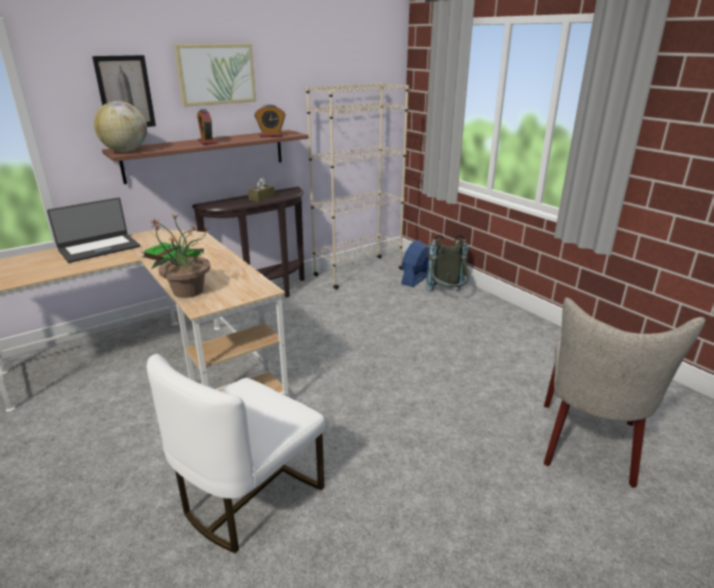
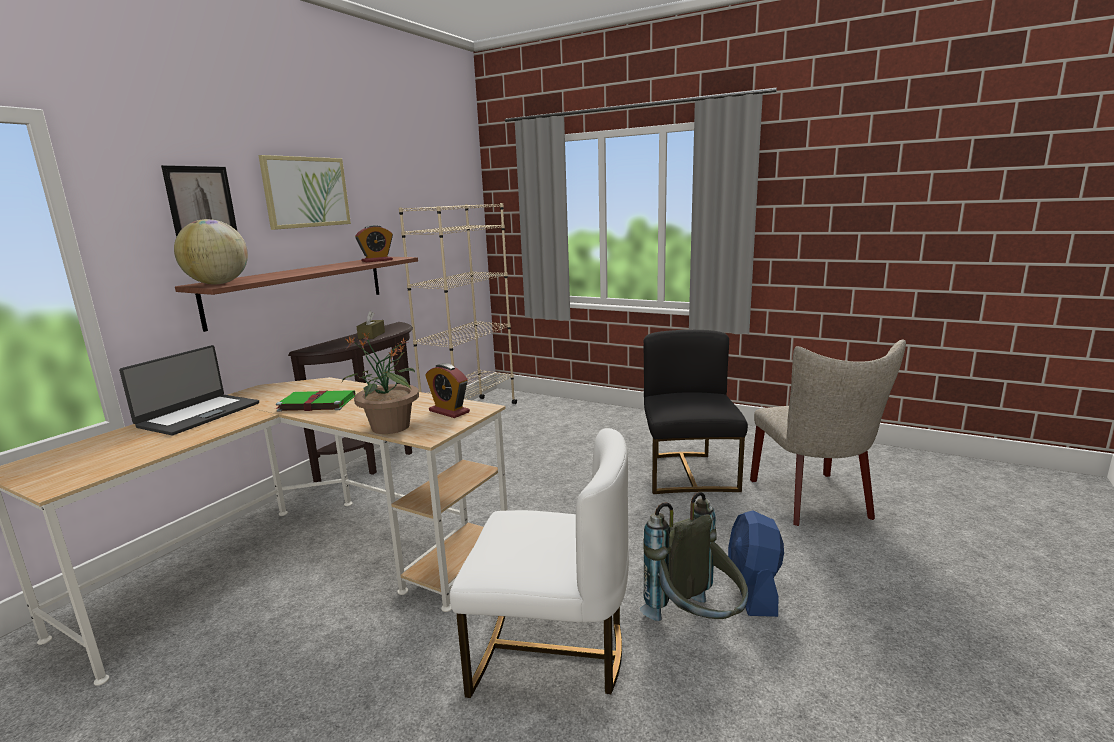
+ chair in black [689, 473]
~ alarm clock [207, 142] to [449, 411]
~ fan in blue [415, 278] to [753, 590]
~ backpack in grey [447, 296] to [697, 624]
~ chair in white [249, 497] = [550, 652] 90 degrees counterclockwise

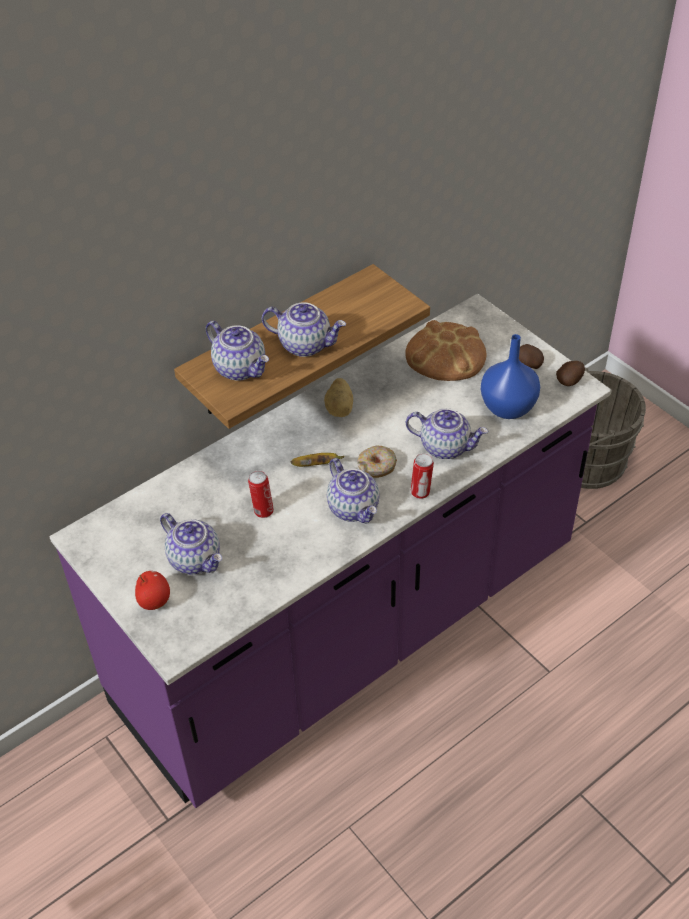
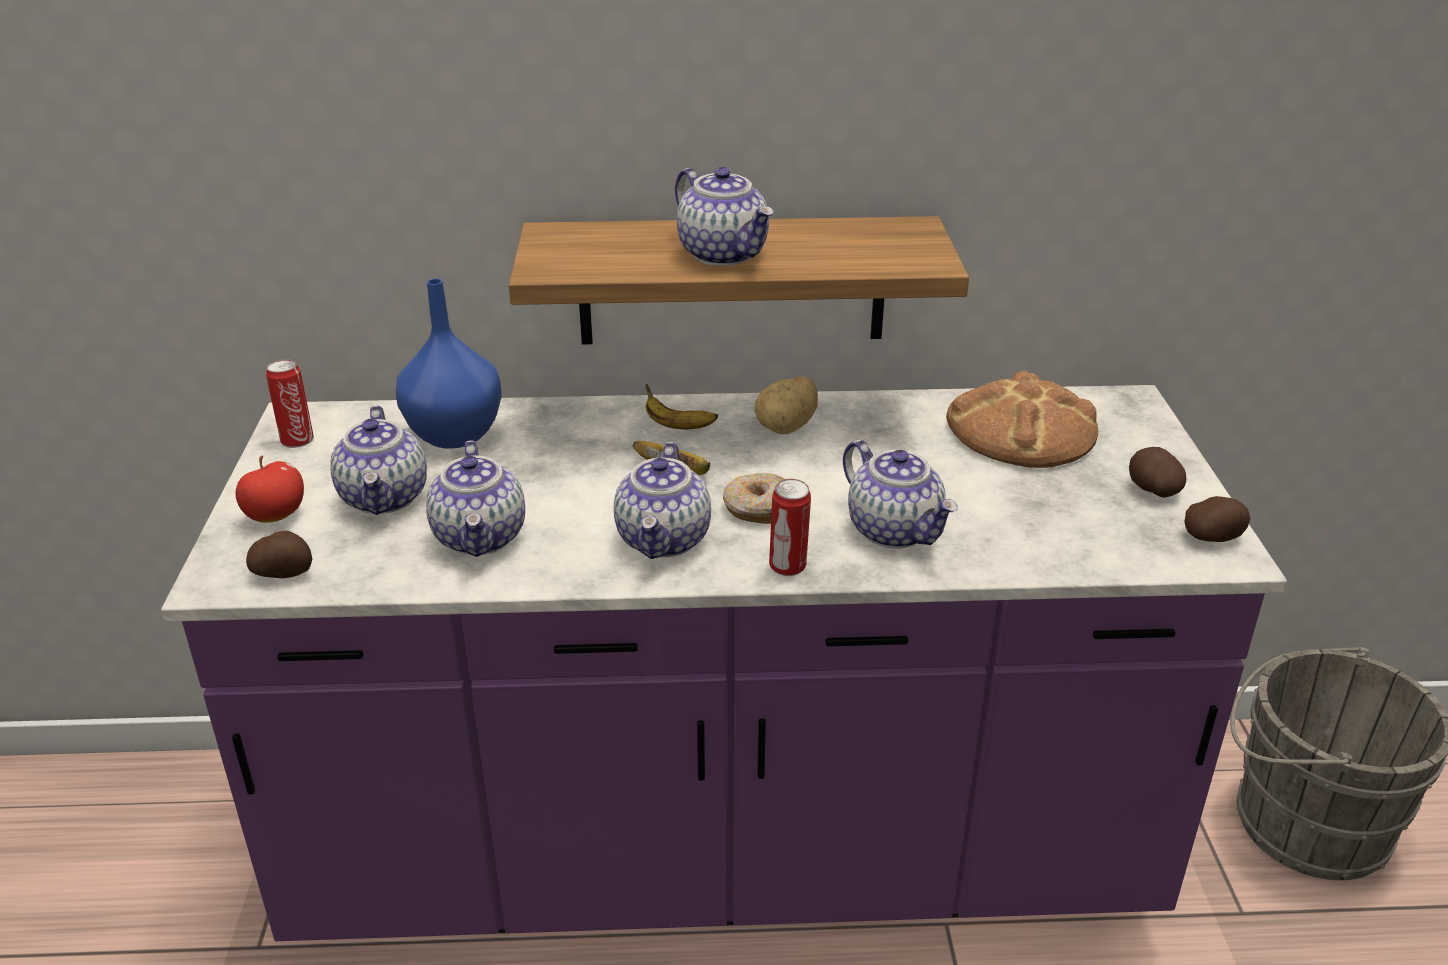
+ potato [284, 573]
+ banana [677, 426]
~ teapot [241, 368] to [481, 538]
~ can [262, 511] to [297, 440]
~ vase in blue [508, 407] to [457, 435]

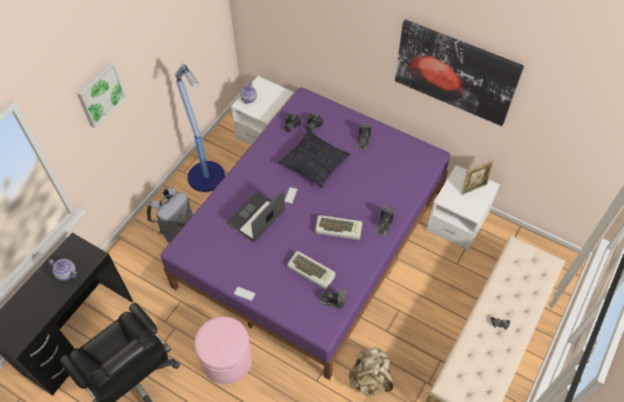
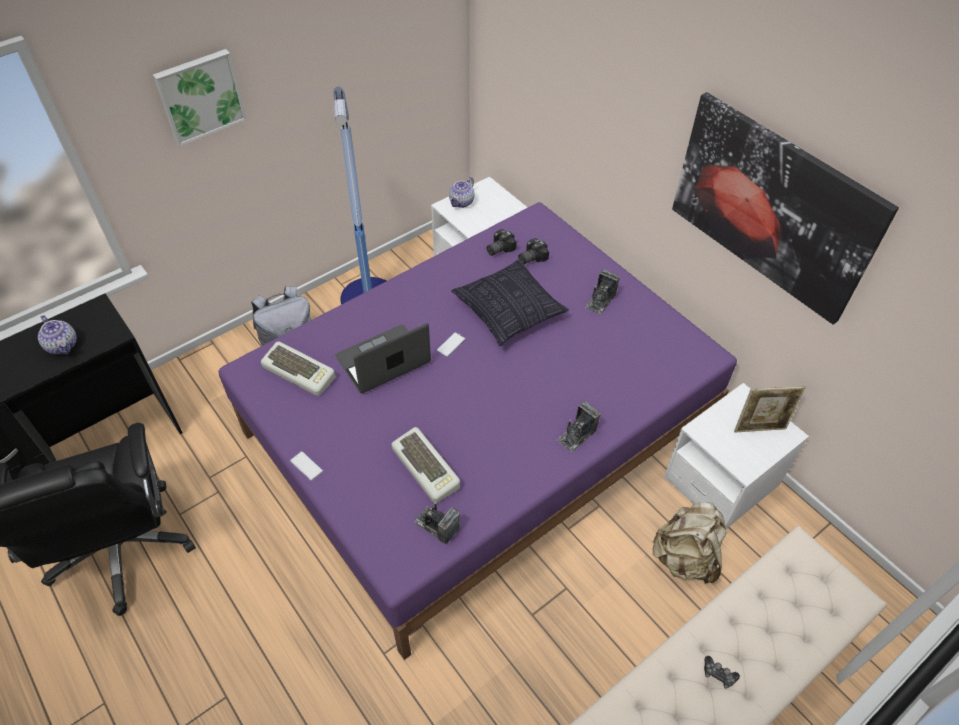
- ottoman in pink [227, 360]
~ keyboard [339, 228] to [300, 371]
~ backpack in beige [370, 378] to [685, 557]

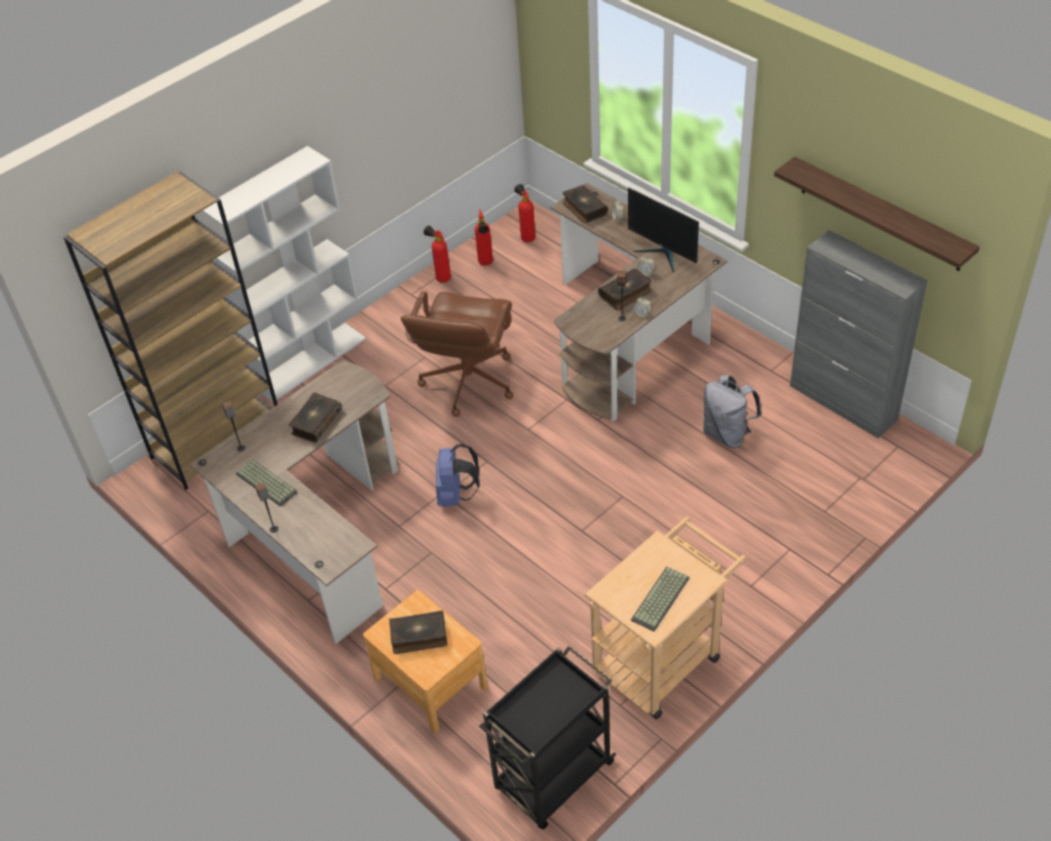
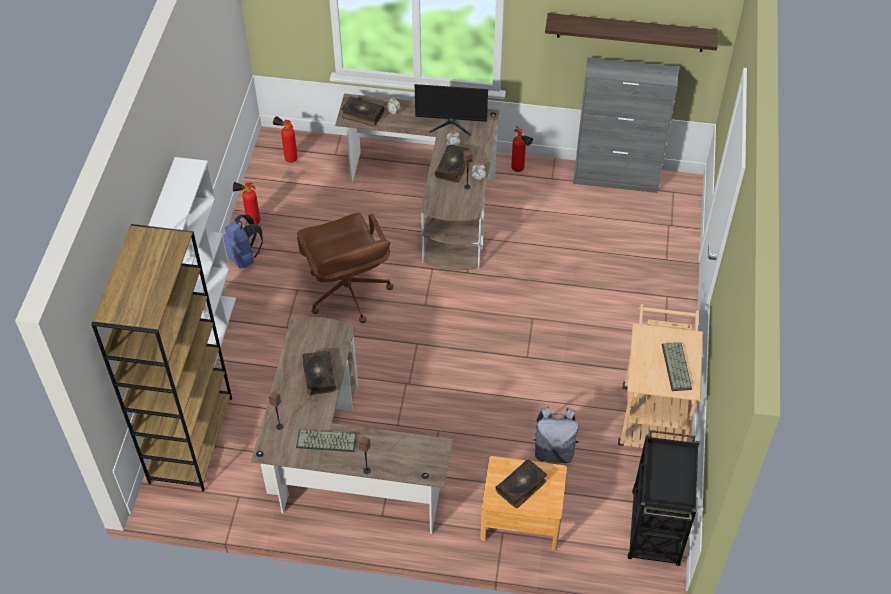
~ backpack in blue [456, 495] to [244, 257]
~ fire extinguisher [486, 264] to [520, 170]
~ backpack in grey [727, 434] to [554, 451]

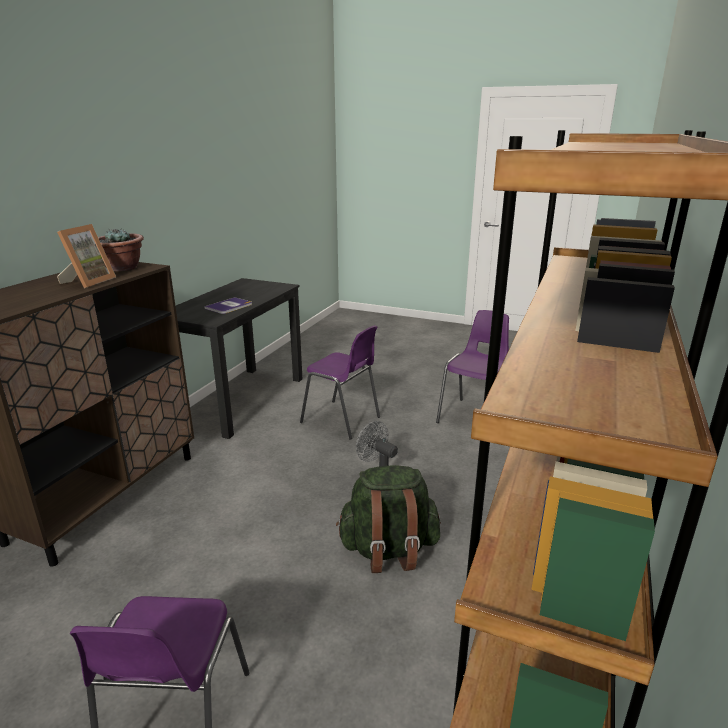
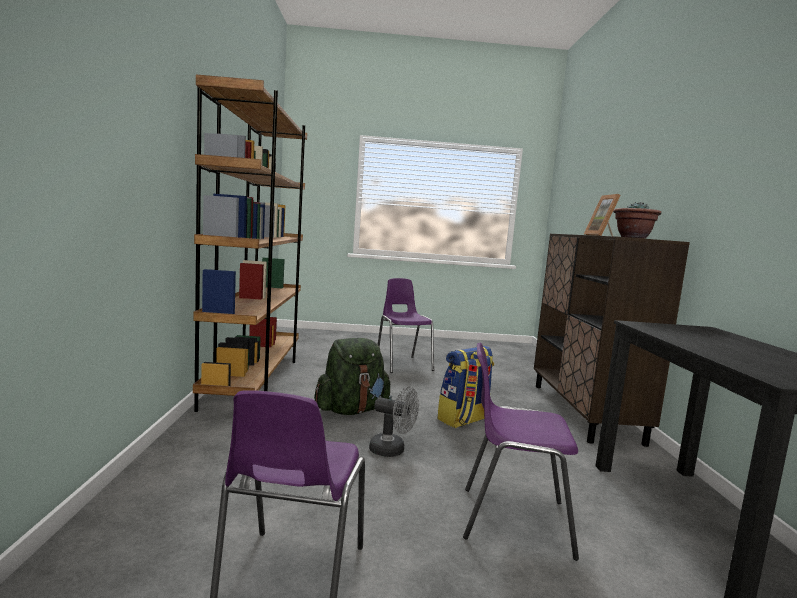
- book [229, 306]
+ backpack [464, 420]

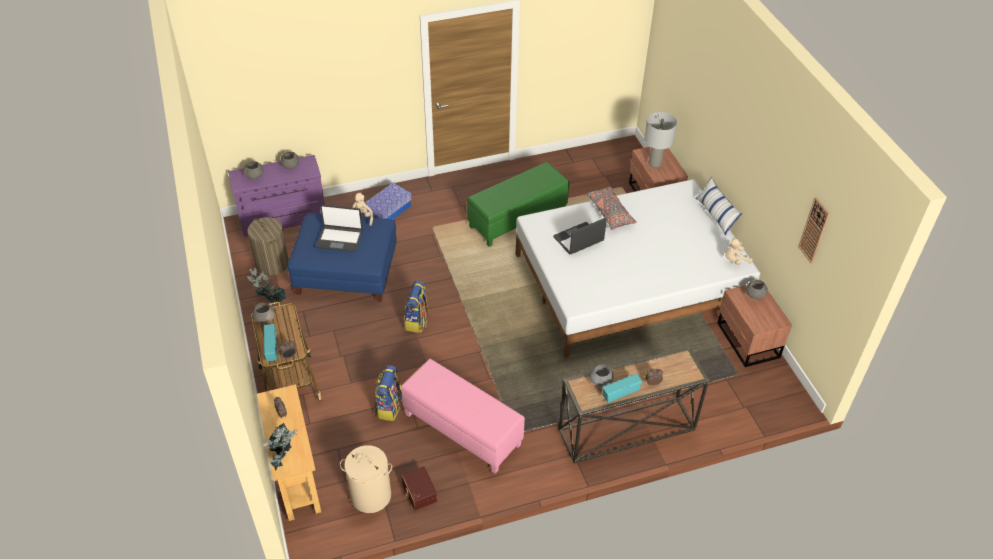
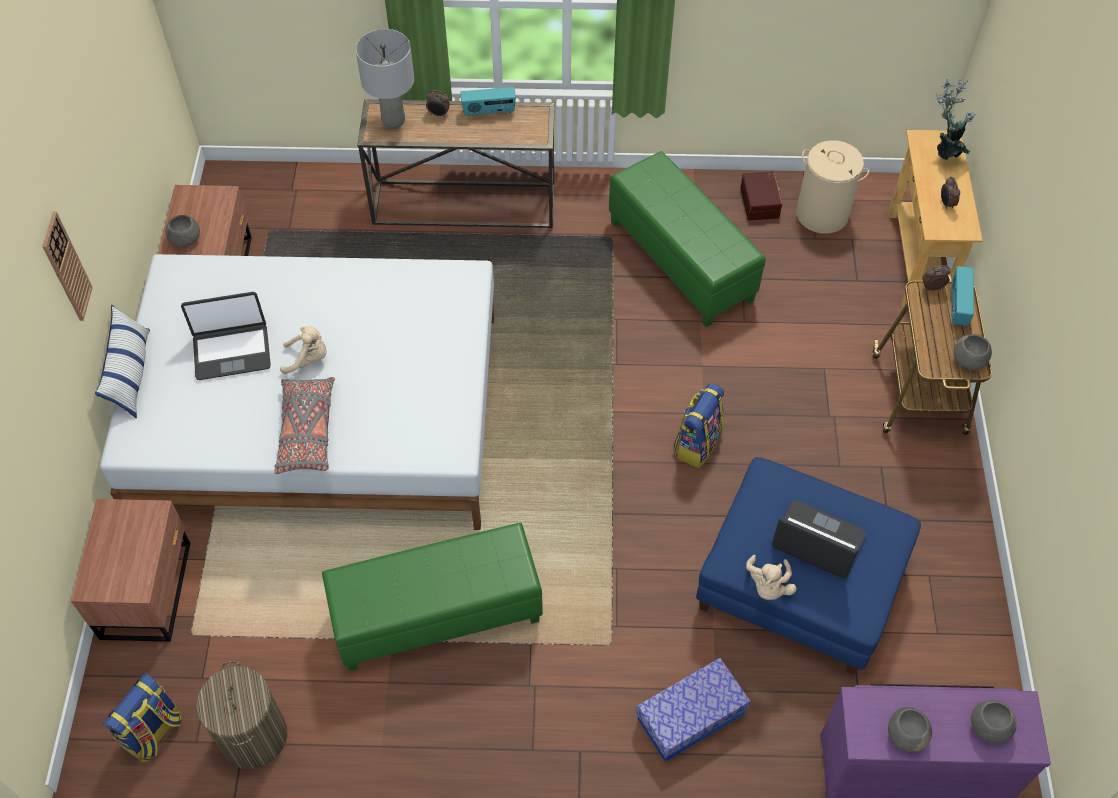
- potted plant [270, 301]
- bowl in grey [601, 381]
~ laundry basket [272, 264] to [253, 736]
~ backpack [389, 406] to [153, 732]
~ laptop [578, 239] to [232, 352]
~ table lamp in grey [655, 163] to [393, 120]
~ plush toy in beige [735, 260] to [308, 359]
~ wall clock [814, 230] to [66, 267]
~ ottoman in pink [463, 429] to ottoman in green [679, 260]

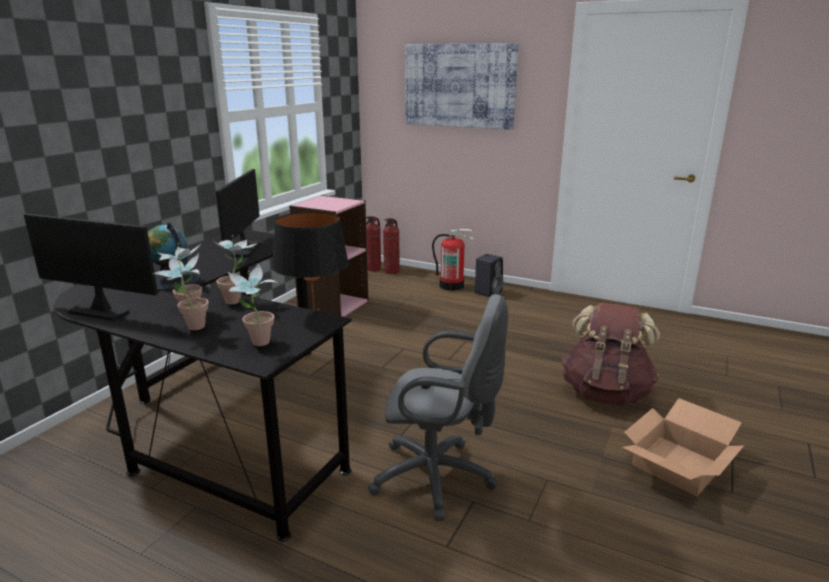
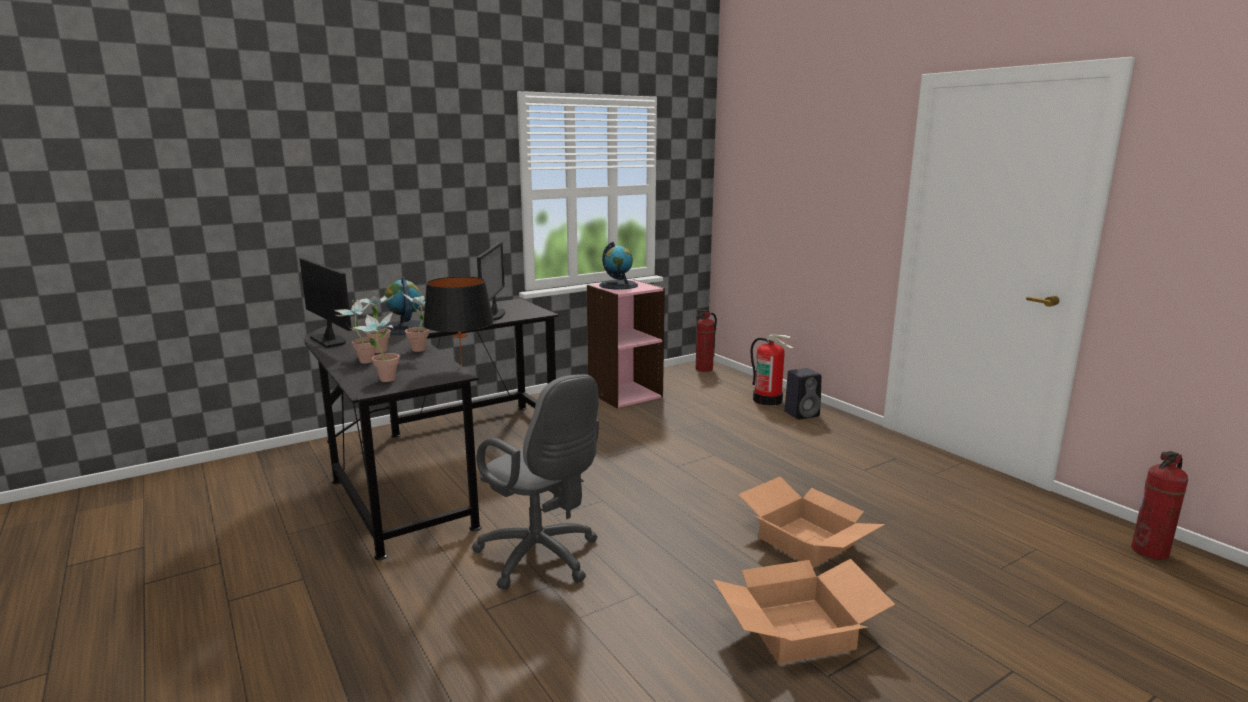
- picture [460, 86]
+ globe [618, 285]
~ fire extinguisher [392, 271] to [1150, 552]
~ backpack in brown [605, 393] to cardboard box [807, 541]
~ monitor [245, 250] = [493, 315] 150 degrees clockwise

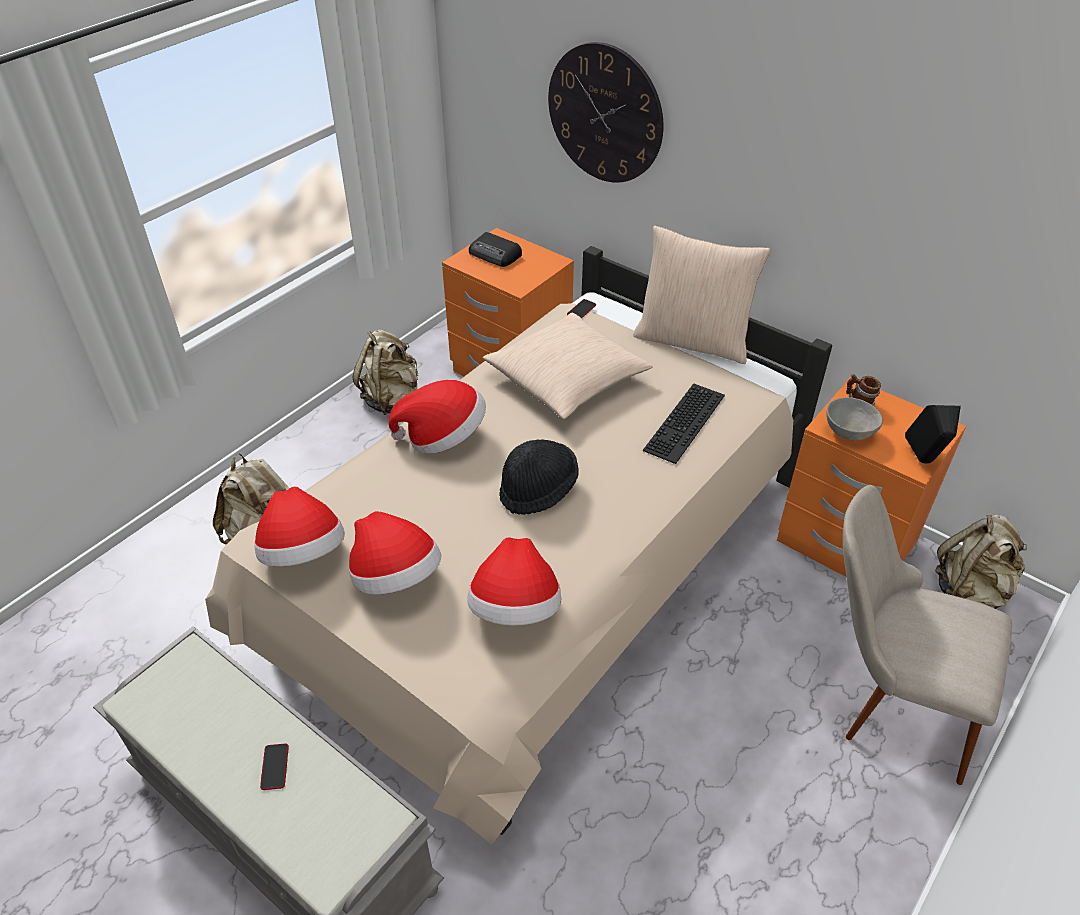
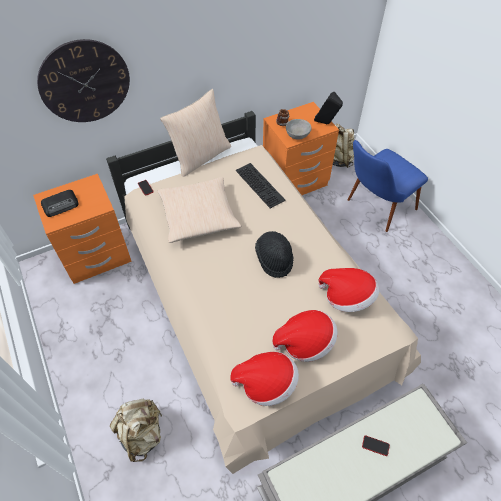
- backpack in beige [392, 399]
- hat [443, 436]
~ chair in beige [886, 697] to chair in blue [374, 210]

